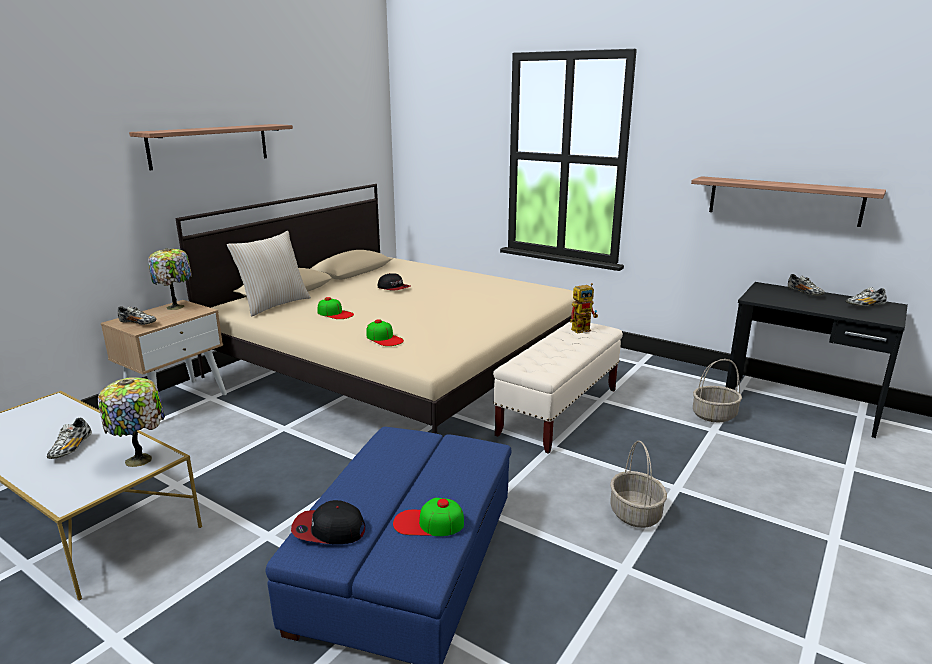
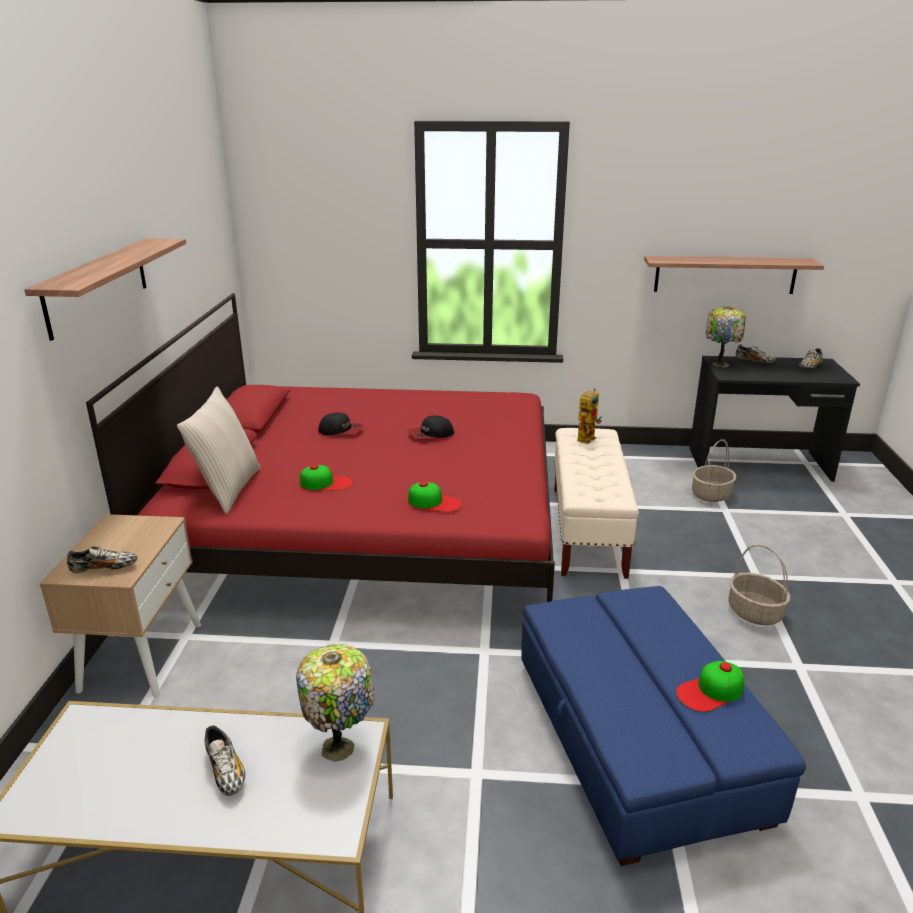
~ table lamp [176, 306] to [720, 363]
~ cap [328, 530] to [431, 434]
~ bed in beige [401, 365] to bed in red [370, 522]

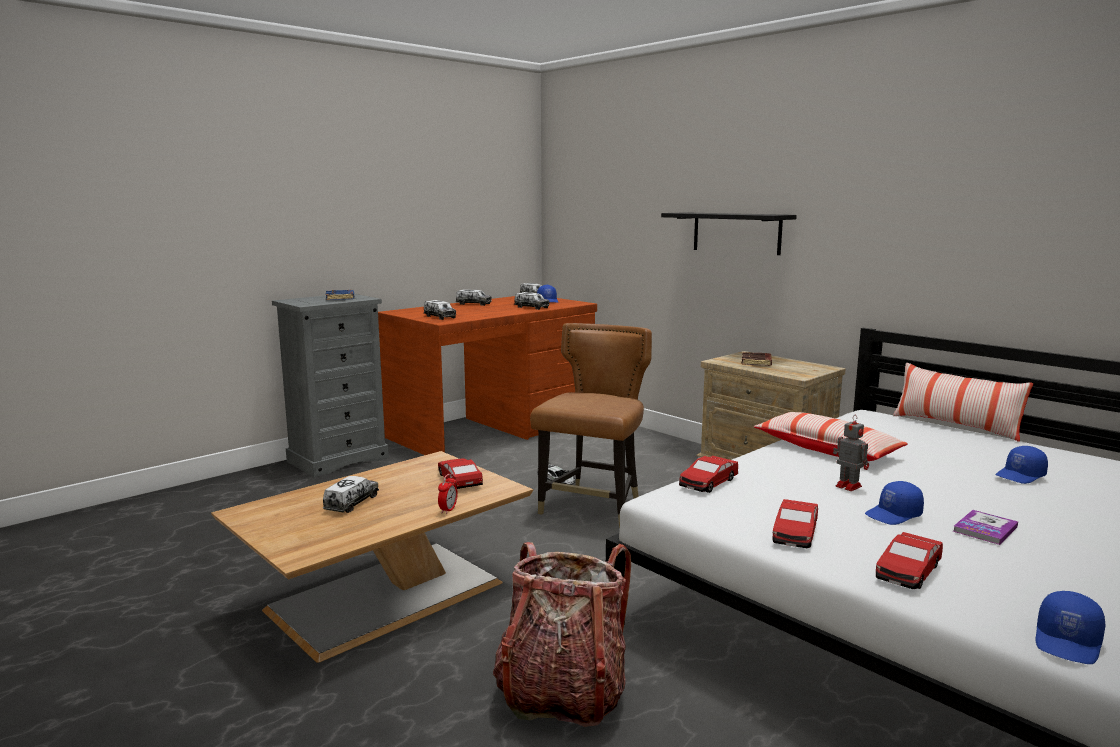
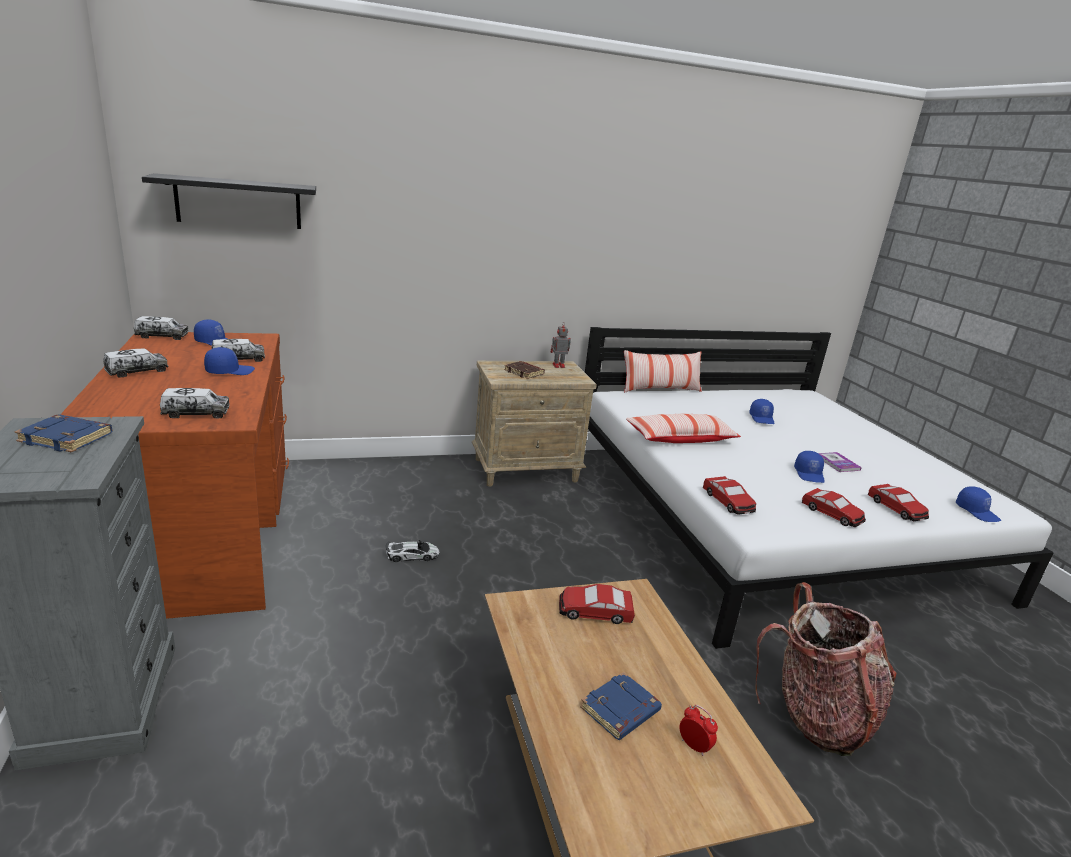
- chair in brown [593, 507]
+ cap in blue [229, 371]
~ alarm clock [448, 510] to [694, 746]
~ shelf in black [736, 233] to [238, 202]
~ toy robot [847, 486] to [557, 365]
~ toy truck [352, 503] to book in blue [620, 711]

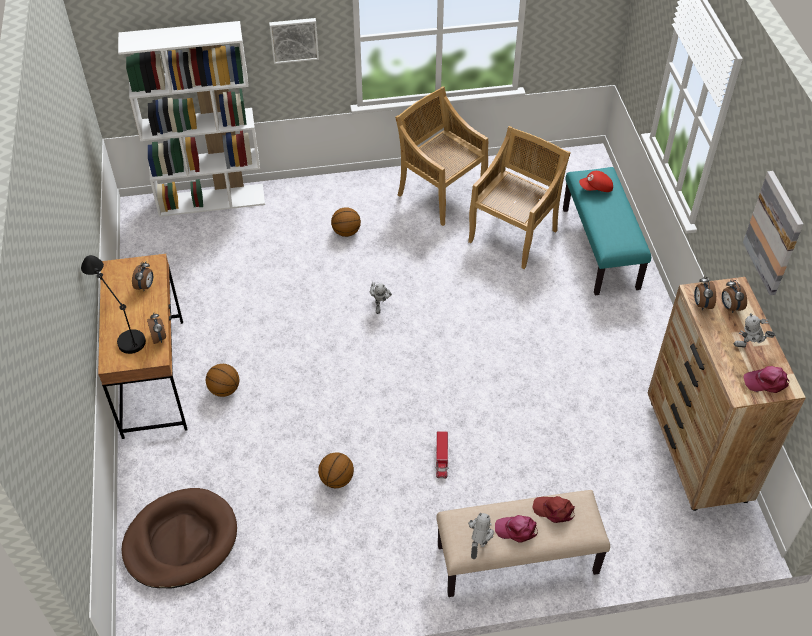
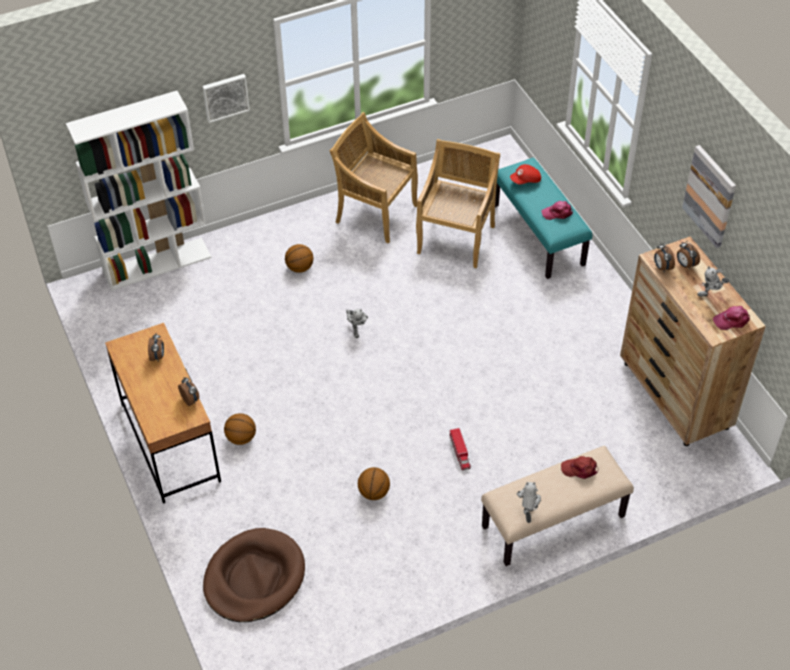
- table lamp in black [120, 327]
~ cap in pink [516, 530] to [557, 213]

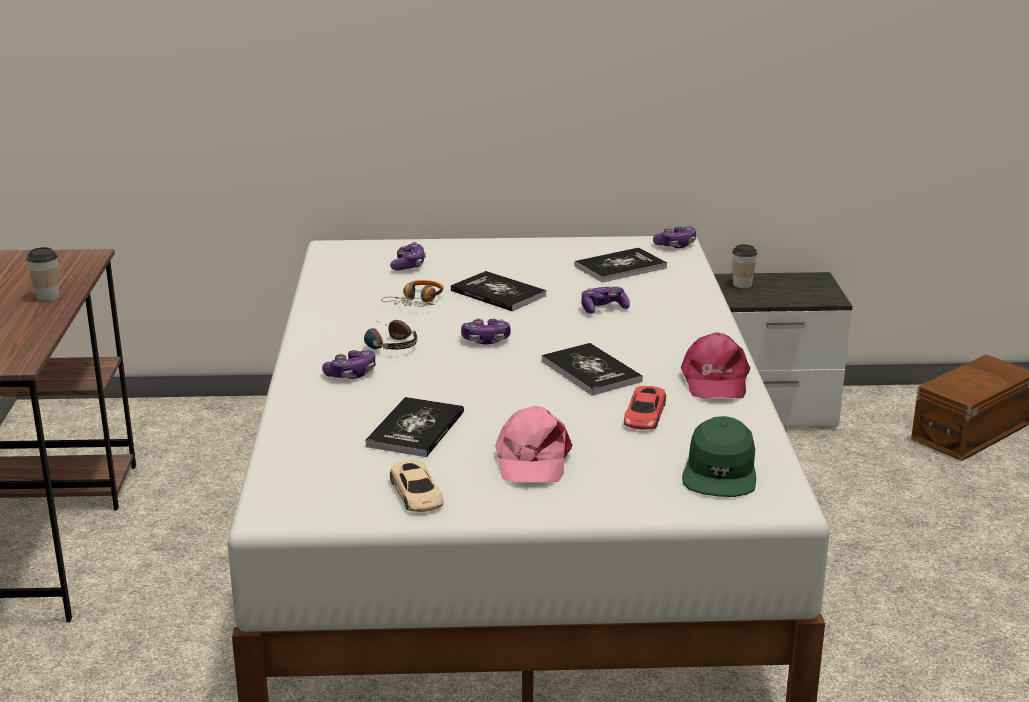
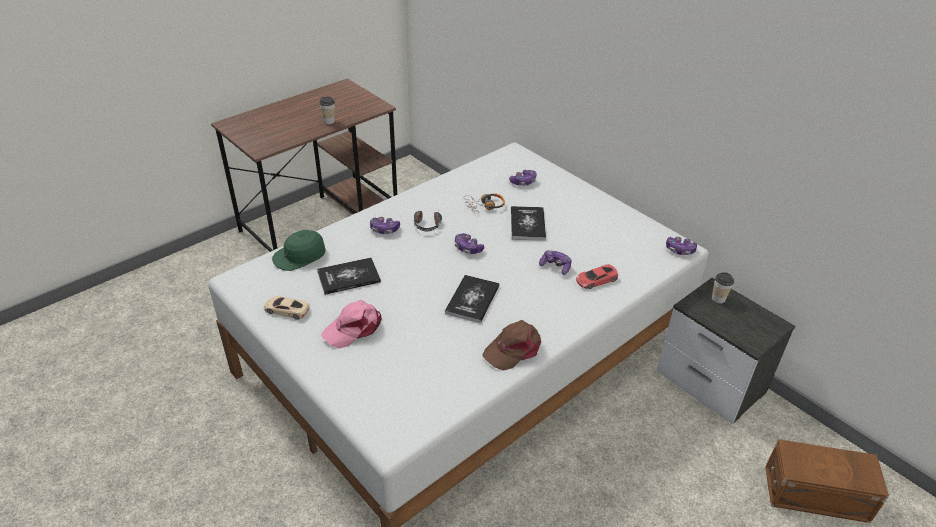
- book [620, 267]
~ toy car in red [644, 415] to [596, 280]
~ cap in green [720, 472] to [300, 256]
~ cap in pink [714, 380] to cap in brown [513, 349]
~ toy car in beige [416, 493] = [287, 310] 75 degrees clockwise

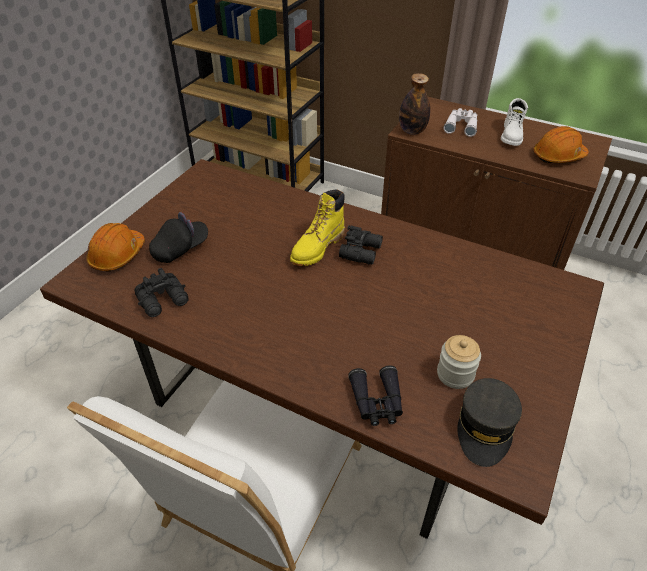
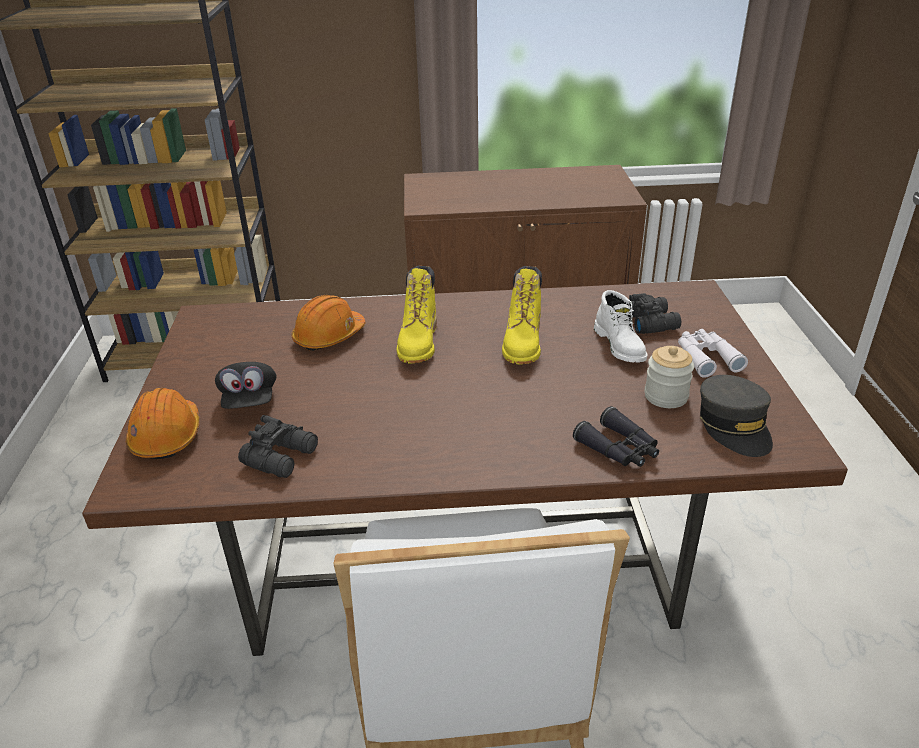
- bottle [412, 131]
+ boot in yellow [523, 344]
~ binoculars in black [362, 251] to [651, 322]
~ binoculars in white [461, 126] to [706, 358]
~ boot in white [512, 135] to [620, 345]
~ hard hat in orange [558, 156] to [329, 336]
~ cap in black [180, 248] = [250, 400] 150 degrees clockwise

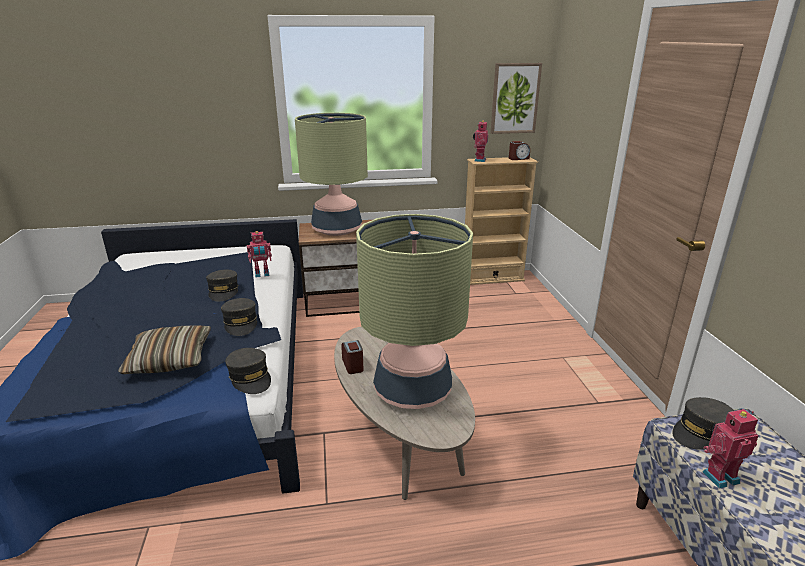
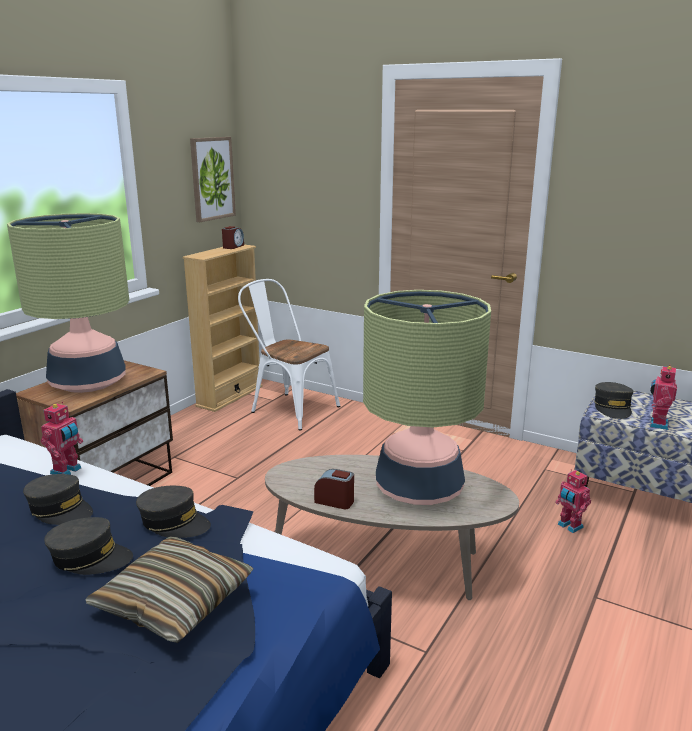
+ chair in white [289, 408]
~ cap in grey [250, 378] to [90, 557]
~ toy robot [479, 160] to [569, 526]

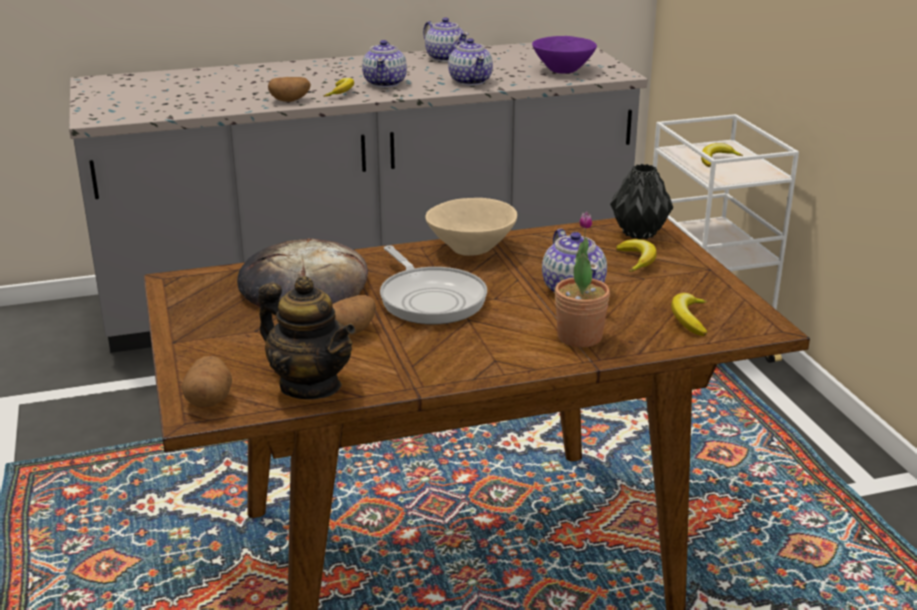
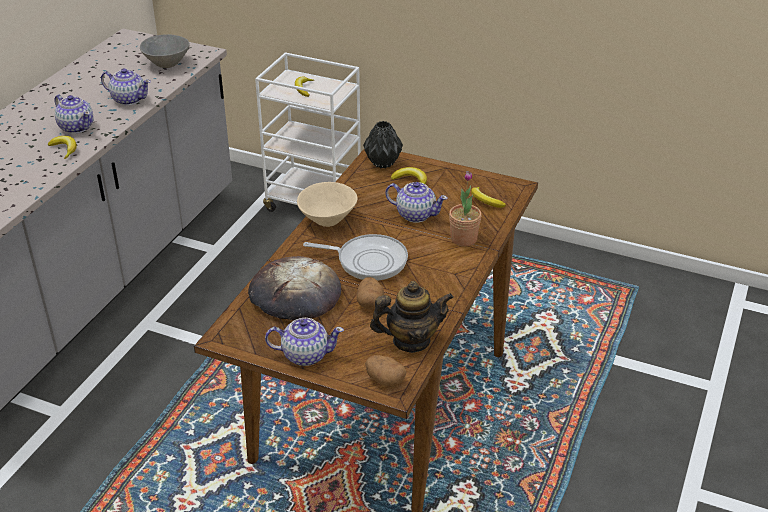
- potato [290, 100]
~ teapot [446, 58] to [305, 355]
~ bowl in purple [564, 70] to bowl in grey [167, 63]

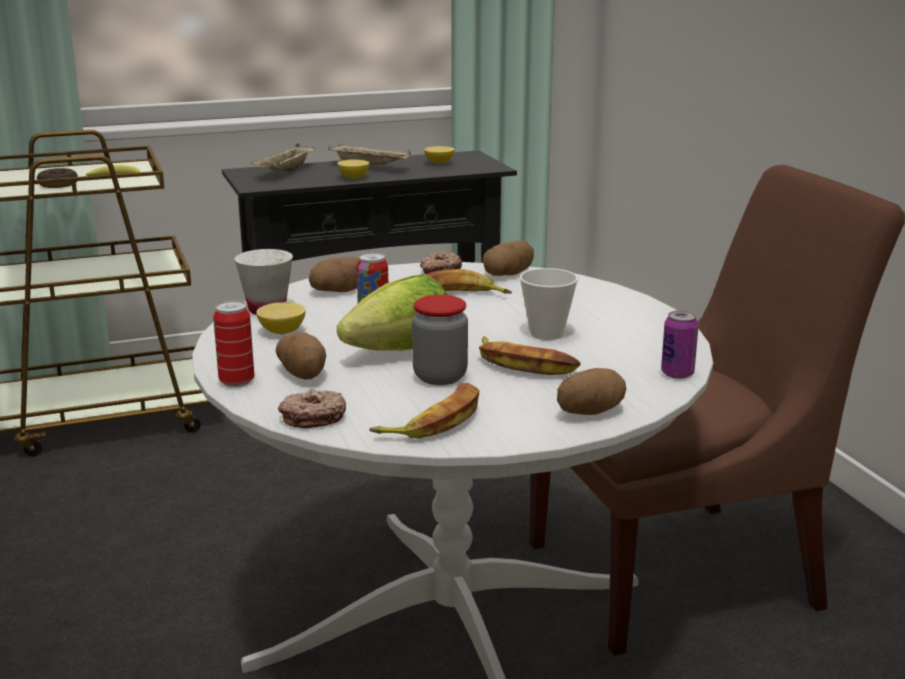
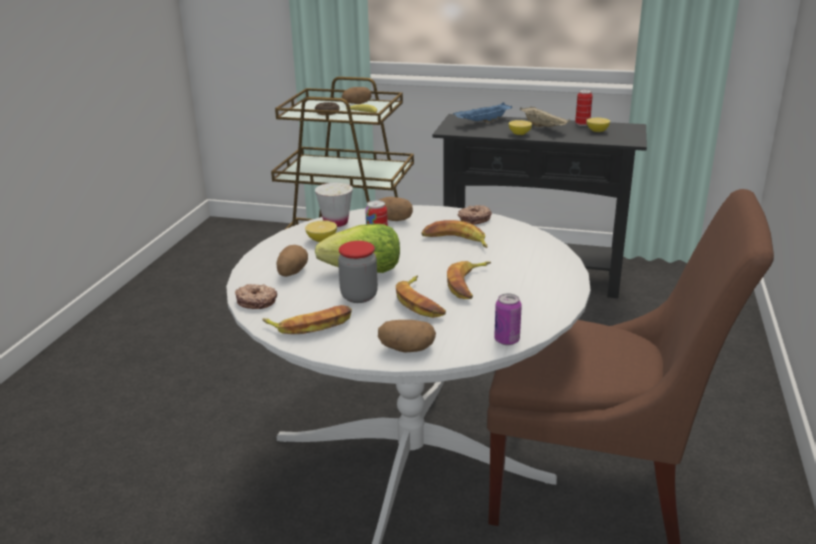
~ can [236, 381] to [582, 124]
~ potato [508, 274] to [357, 103]
~ cup [546, 334] to banana [469, 284]
~ tray in beige [285, 172] to tray in blue [483, 122]

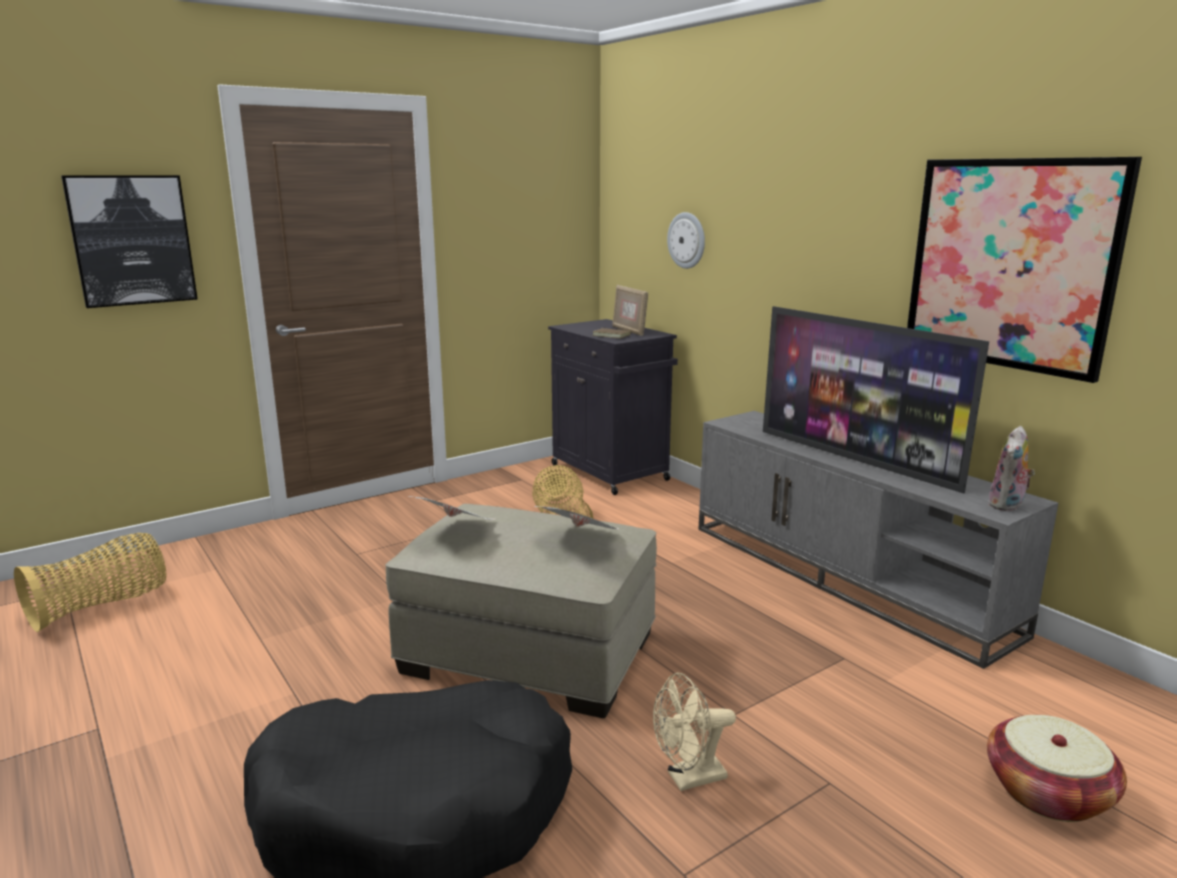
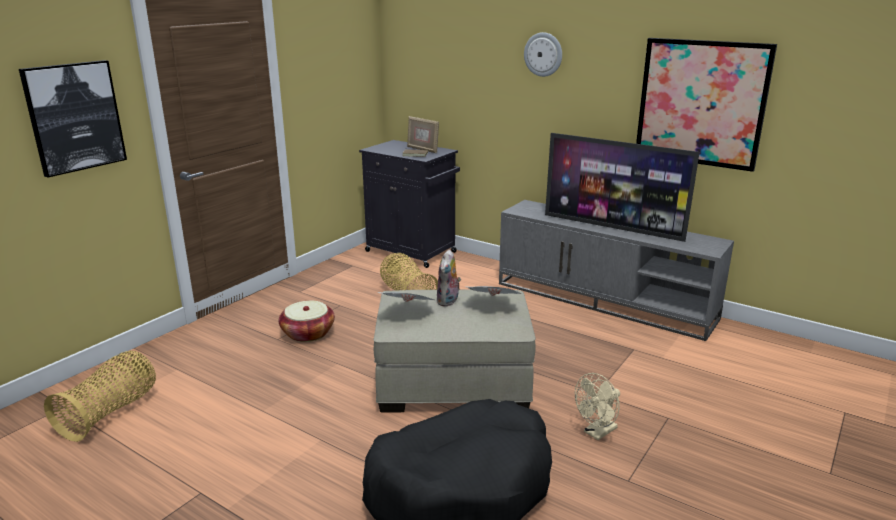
~ wall clock [687, 240] to [543, 54]
~ basket [1047, 793] to [308, 333]
~ plush toy [1007, 505] to [448, 301]

